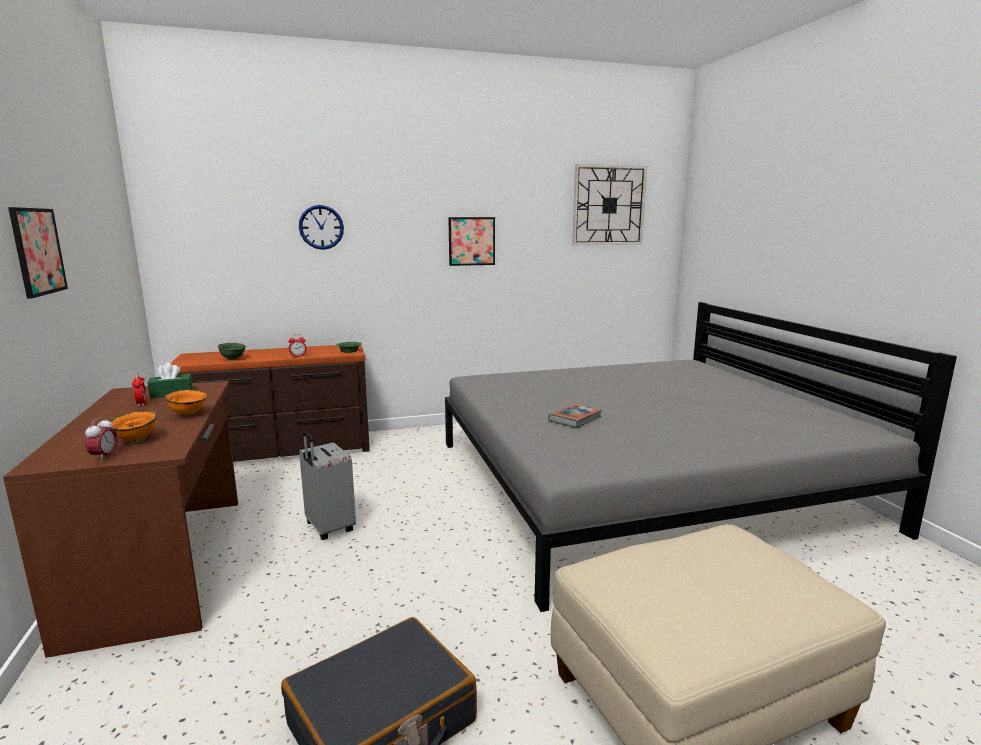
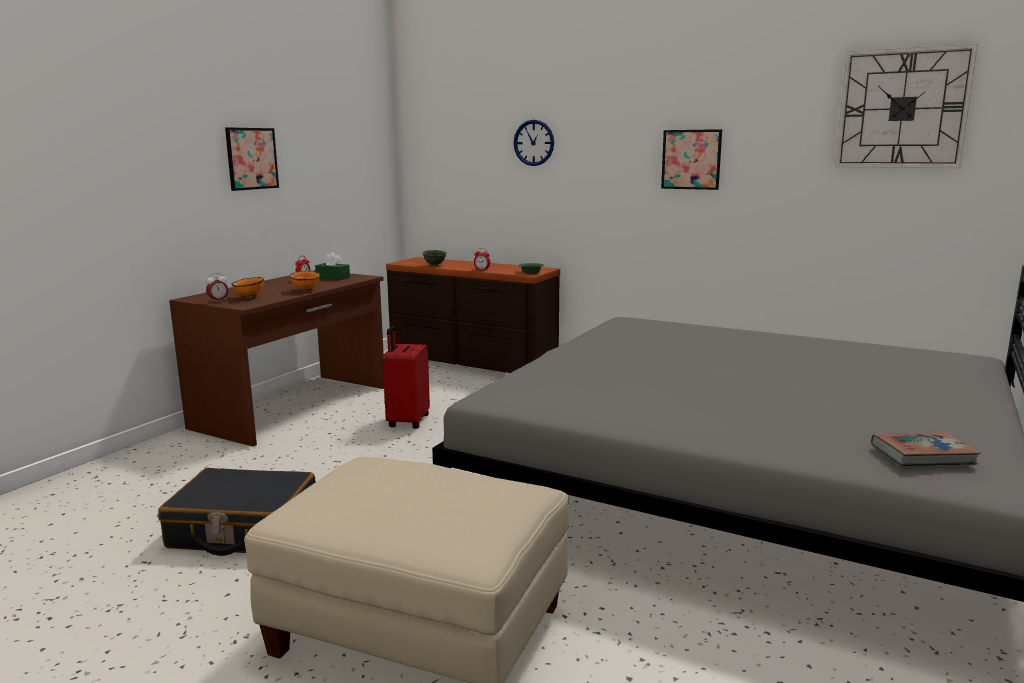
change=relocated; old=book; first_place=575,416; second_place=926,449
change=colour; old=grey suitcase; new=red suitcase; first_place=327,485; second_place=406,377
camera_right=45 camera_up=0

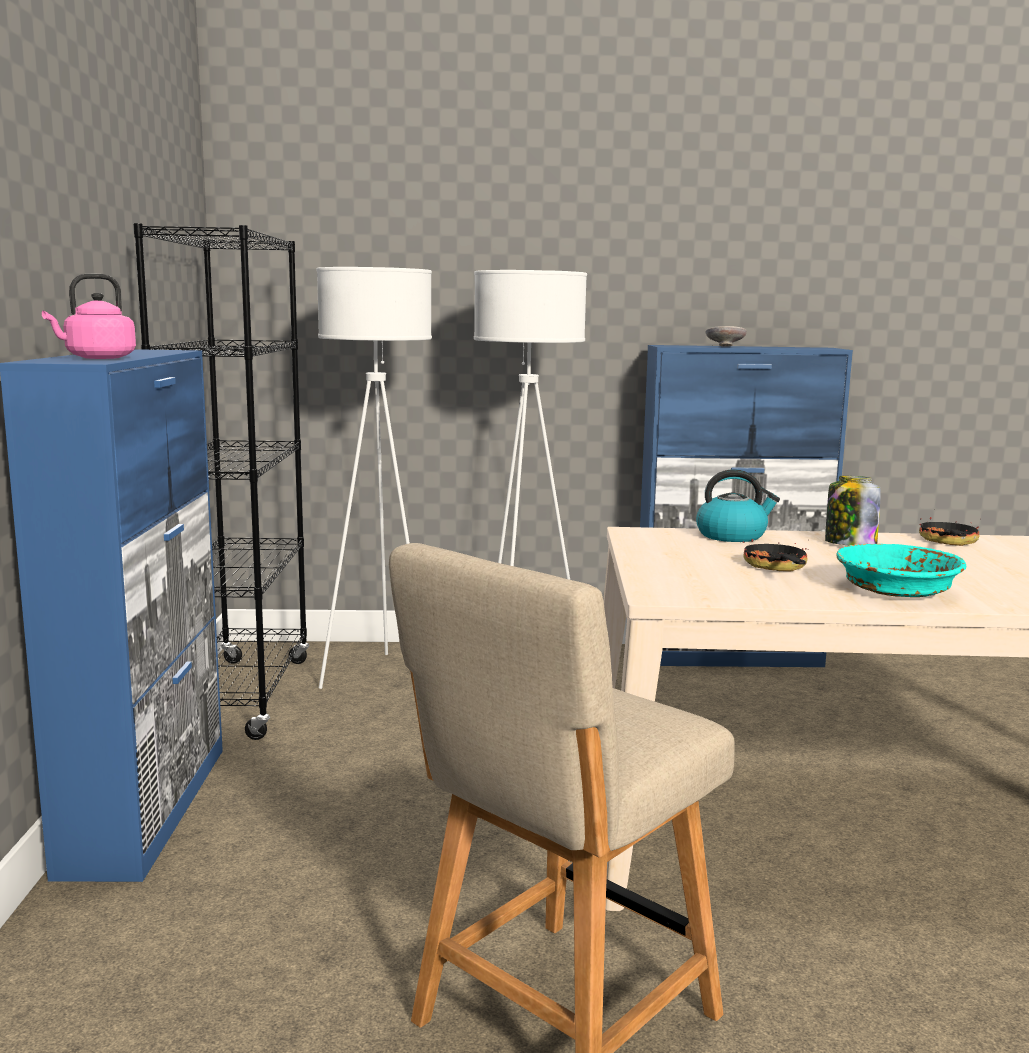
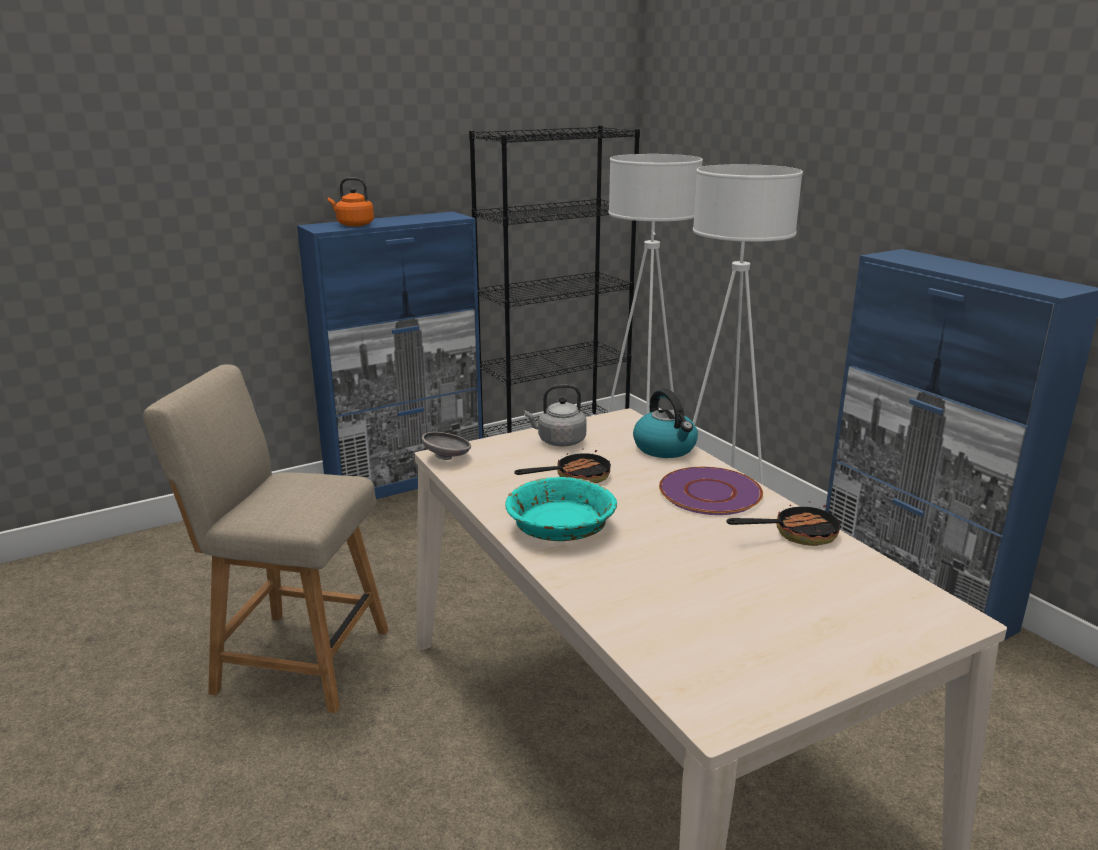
change=appeared; new=grey kettle; second_place=555,415
change=relocated; old=grey bowl; first_place=726,336; second_place=446,446
change=exchanged; old=jar; new=purple plate; first_place=853,510; second_place=711,491
change=colour; old=pink kettle; new=orange kettle; first_place=89,316; second_place=351,202
camera_right=60 camera_up=10

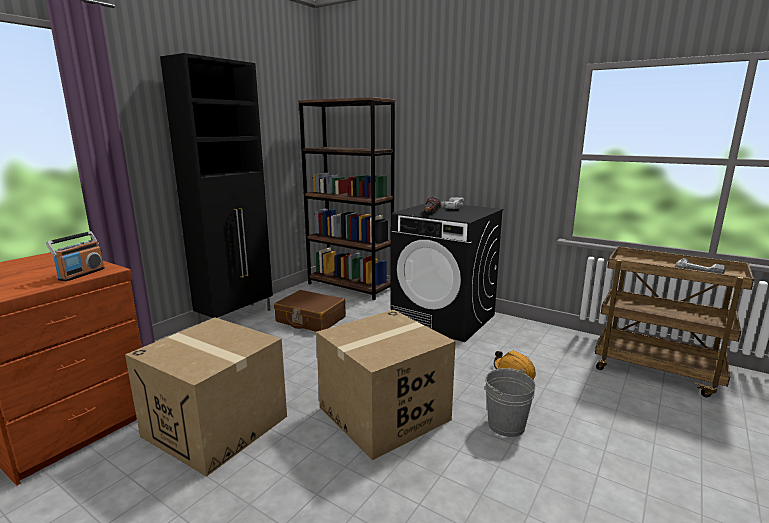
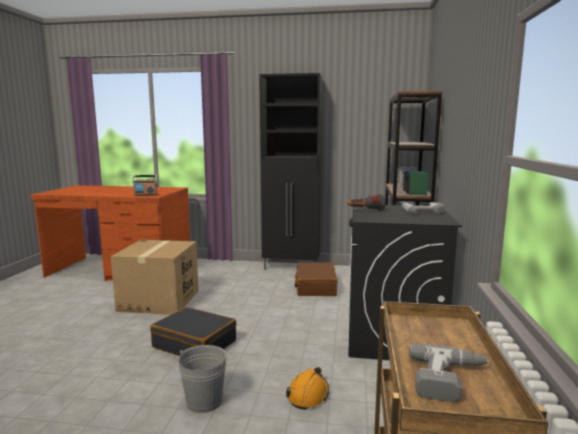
change=exchanged; old=cardboard box; new=black suitcase; first_place=386,385; second_place=193,331
camera_right=65 camera_up=-5

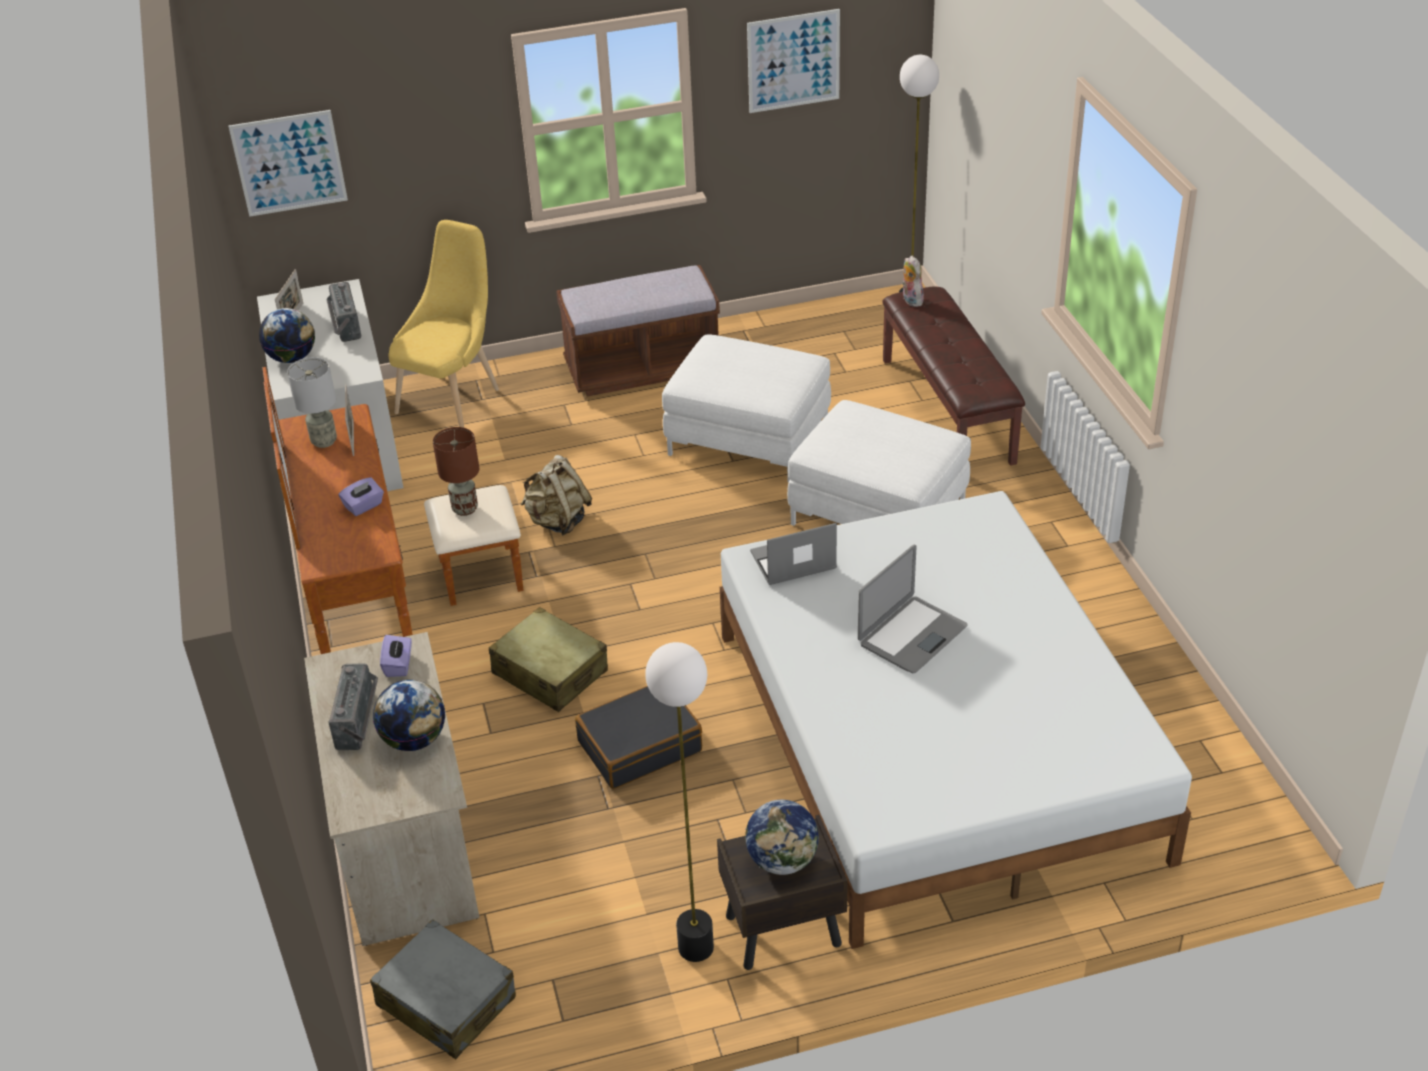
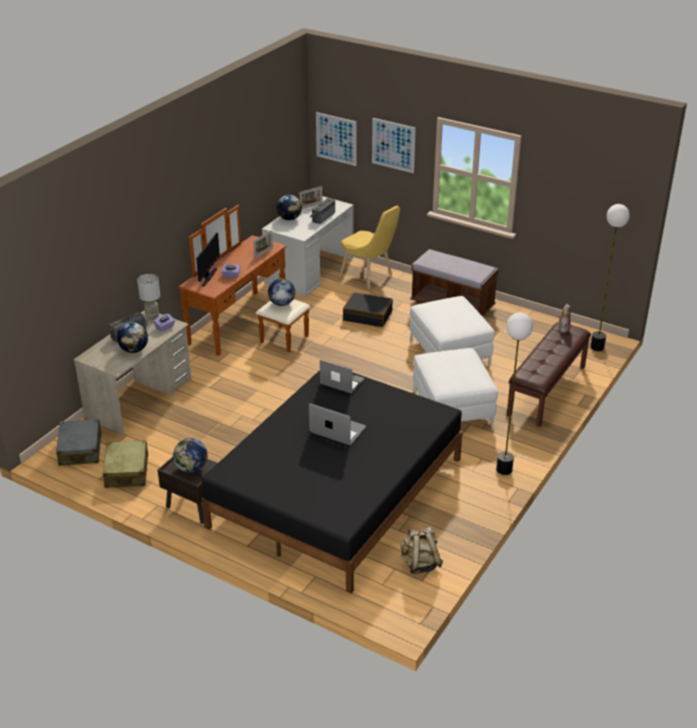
change=appeared; new=monitor; second_place=208,259
change=relocated; old=grey table lamp; first_place=312,402; second_place=148,297
change=relocated; old=beige suitcase; first_place=548,659; second_place=125,464
change=relocated; old=beige backpack; first_place=556,495; second_place=421,550
change=relocated; old=black suitcase; first_place=638,737; second_place=368,309
change=relocated; old=floor lamp; first_place=679,802; second_place=514,393
change=relocated; old=picture; first_place=793,61; second_place=394,145
change=exchanged; old=brown table lamp; new=globe; first_place=456,471; second_place=281,292
change=colour; old=white bed; new=black bed; first_place=956,720; second_place=332,482
change=spun; old=yellow chair; first_place=443,324; second_place=369,247; degrees=60
change=spun; old=laptop; first_place=913,609; second_place=337,424; degrees=-150
camera_right=45 camera_up=-5

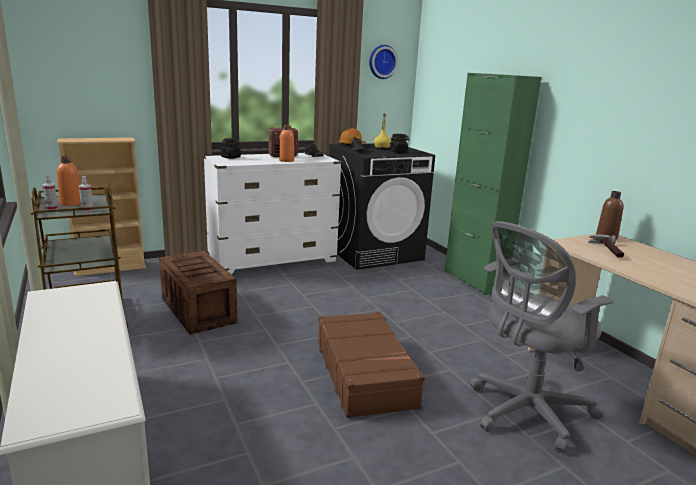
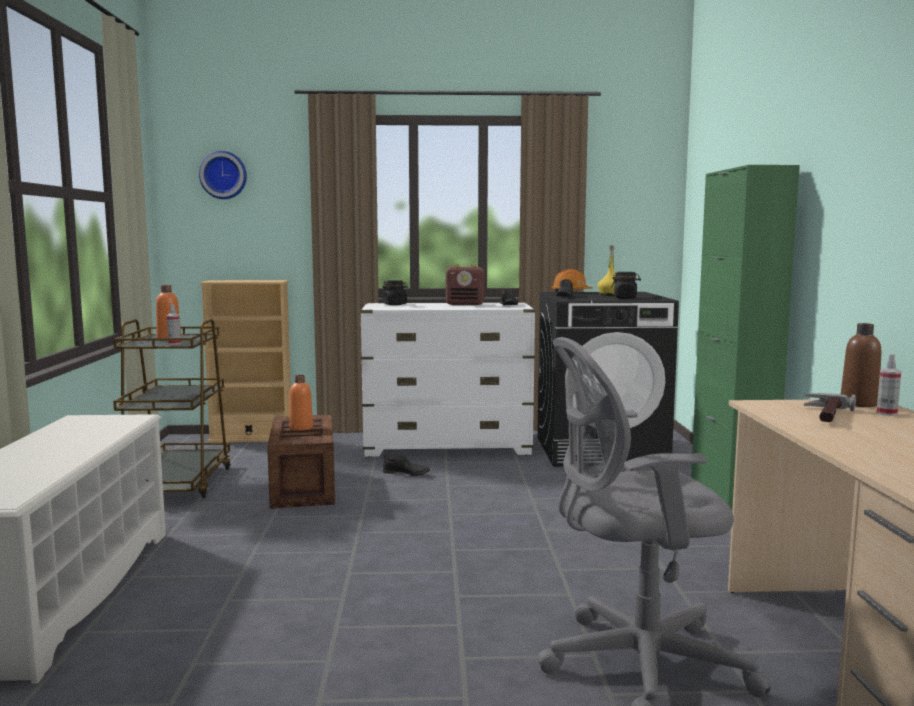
change=missing; old=brown suitcase; first_place=371,365
change=appeared; new=black shoe; second_place=406,465
change=relocated; old=spray bottle; first_place=50,192; second_place=888,385
change=relocated; old=orange bottle; first_place=286,143; second_place=301,403
change=relocated; old=wall clock; first_place=383,62; second_place=223,175
camera_right=25 camera_up=-10

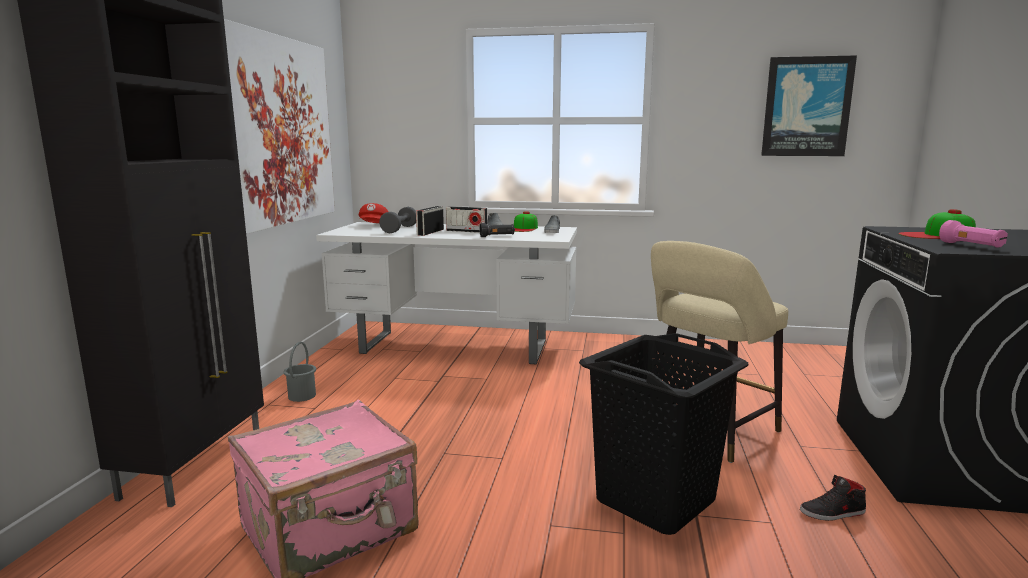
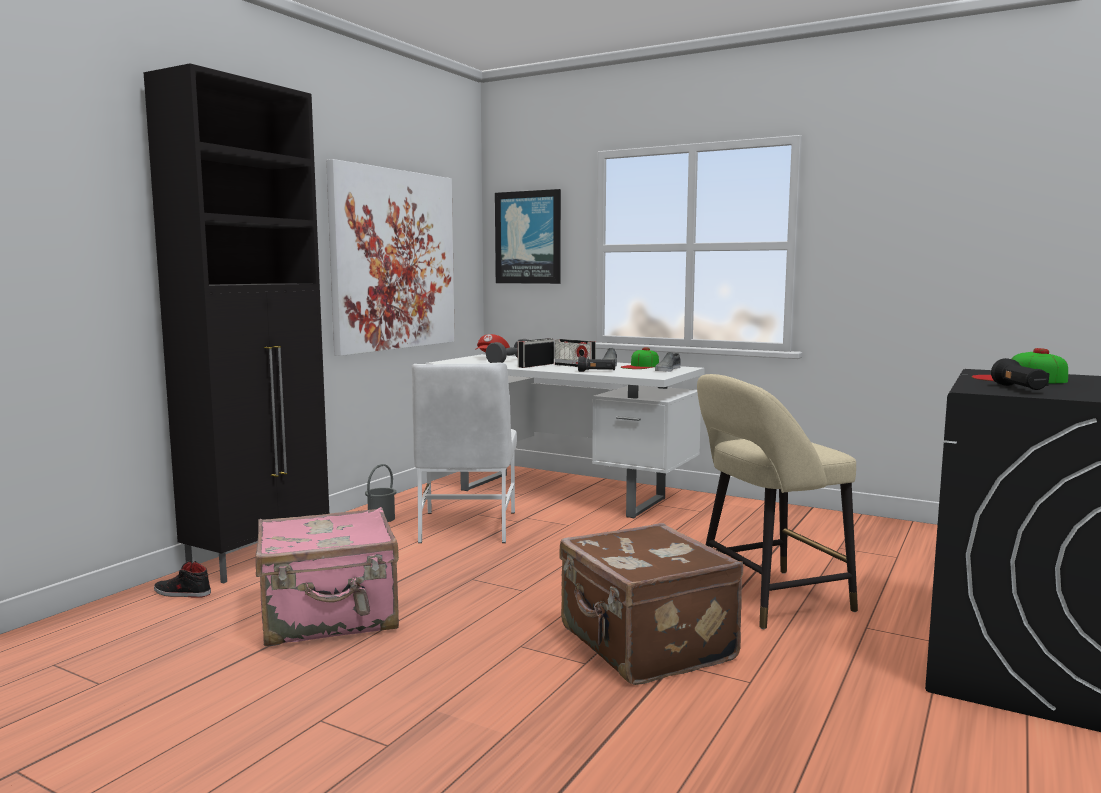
change=appeared; new=white chair; second_place=464,453
change=relocated; old=picture; first_place=809,105; second_place=528,236
change=relocated; old=black shoe; first_place=833,498; second_place=182,579
change=exchanged; old=black laundry basket; new=brown suitcase; first_place=663,434; second_place=651,604
change=colour; old=pink flashlight; new=black flashlight; first_place=973,234; second_place=1020,374
camera_right=20 camera_up=-5

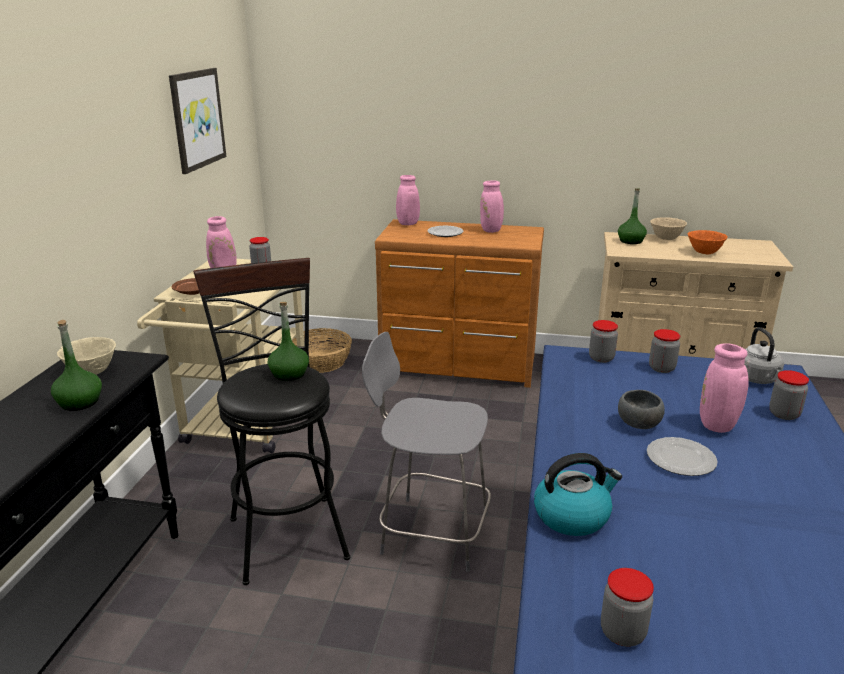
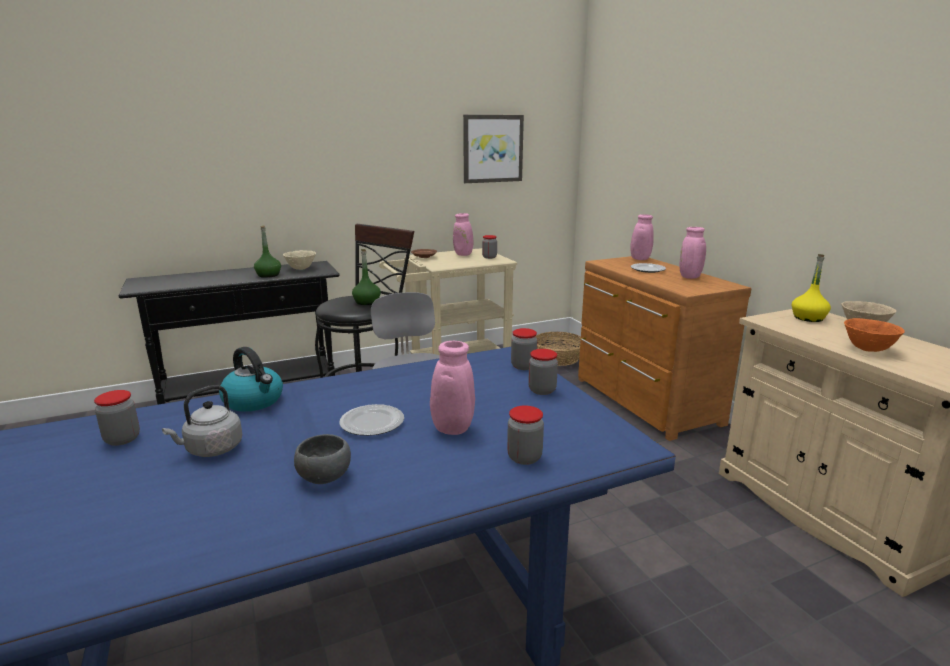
change=relocated; old=grey bowl; first_place=641,409; second_place=322,459
change=relocated; old=grey kettle; first_place=764,355; second_place=202,421
change=colour; old=green bottle; new=yellow bottle; first_place=632,216; second_place=811,288
camera_right=55 camera_up=-5

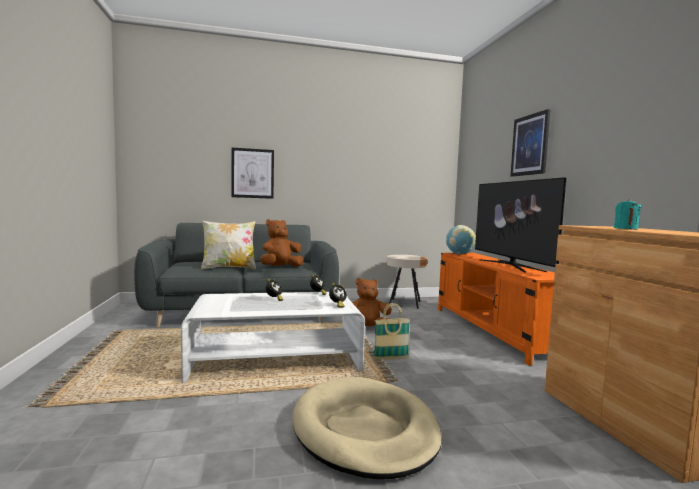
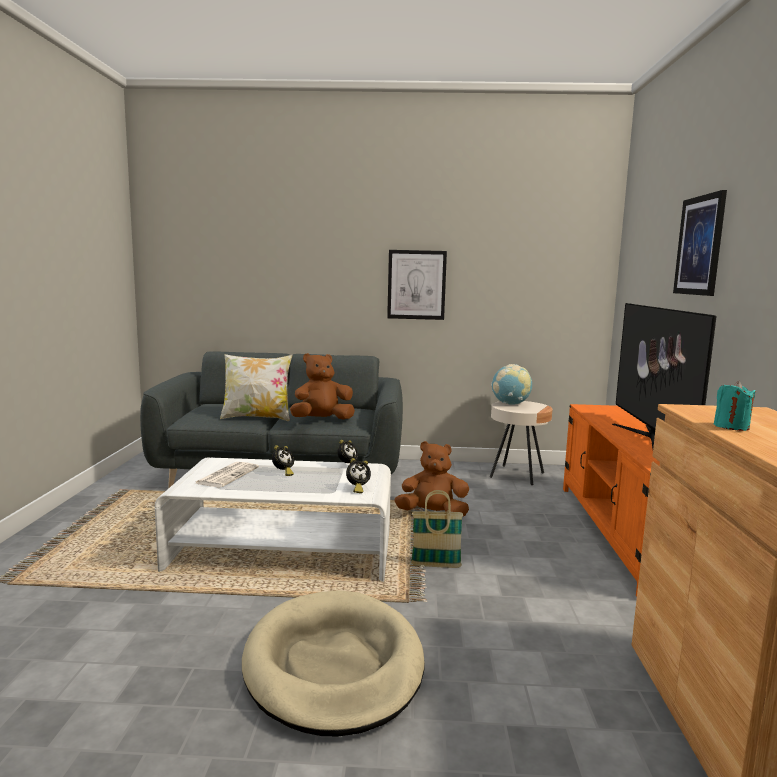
change=appeared; new=newspaper; second_place=226,474
change=relocated; old=picture; first_place=253,173; second_place=417,285
change=relocated; old=globe; first_place=461,239; second_place=511,384
camera_right=15 camera_up=5

